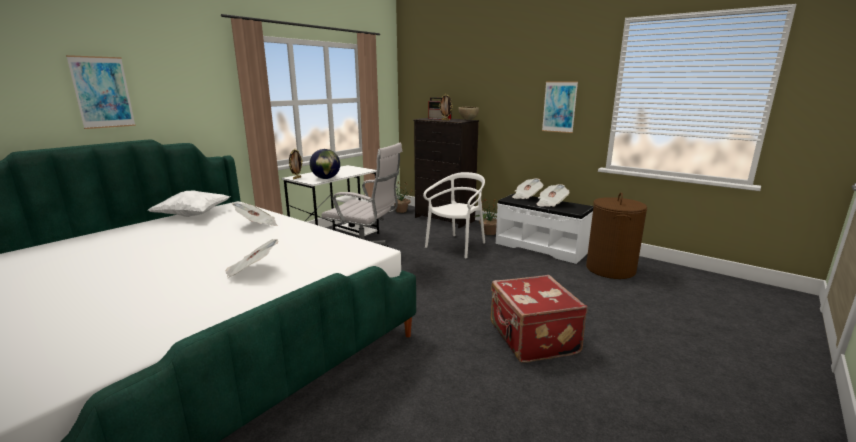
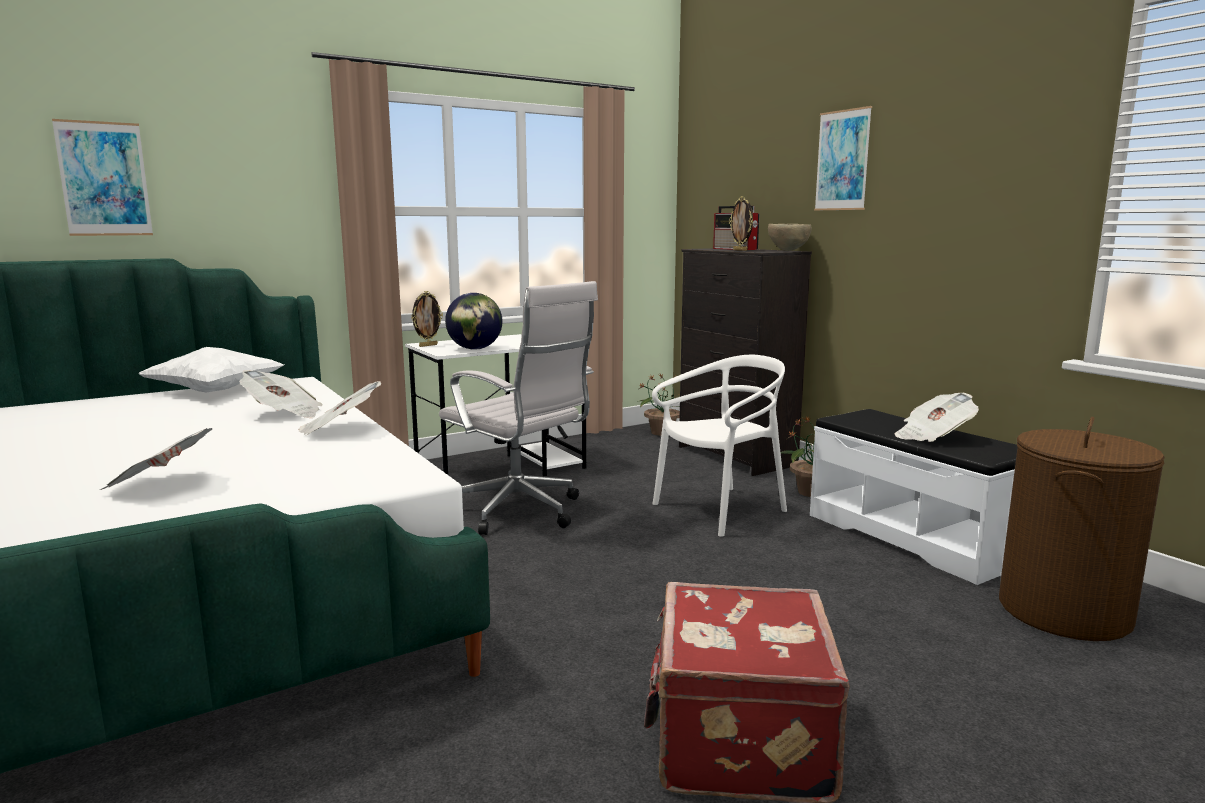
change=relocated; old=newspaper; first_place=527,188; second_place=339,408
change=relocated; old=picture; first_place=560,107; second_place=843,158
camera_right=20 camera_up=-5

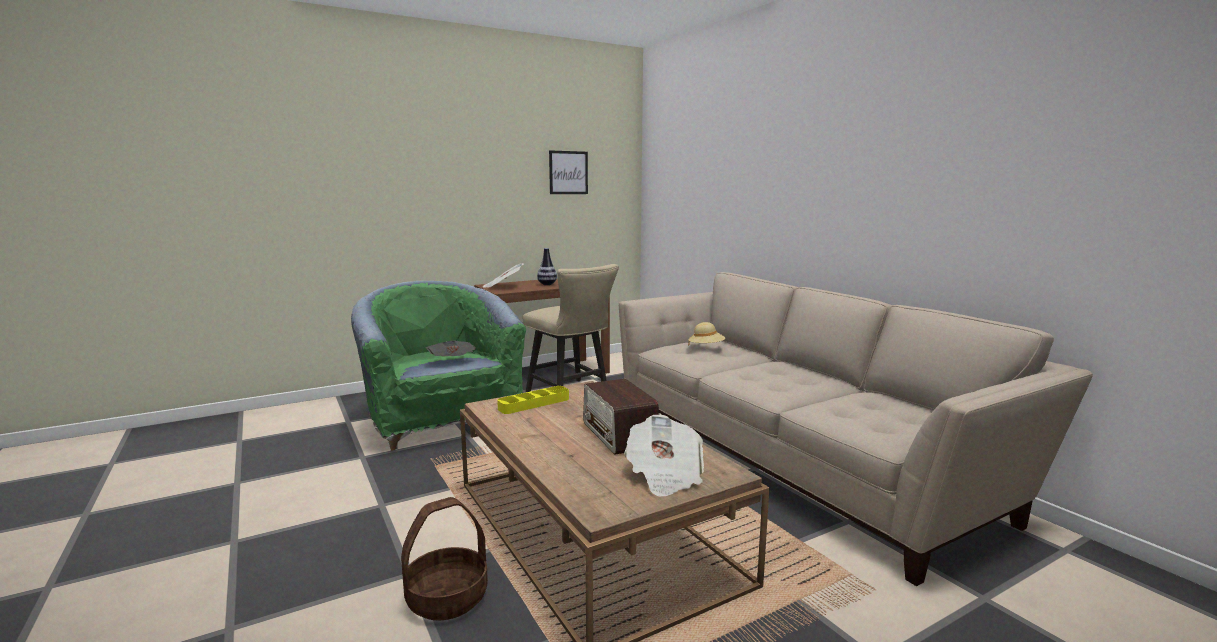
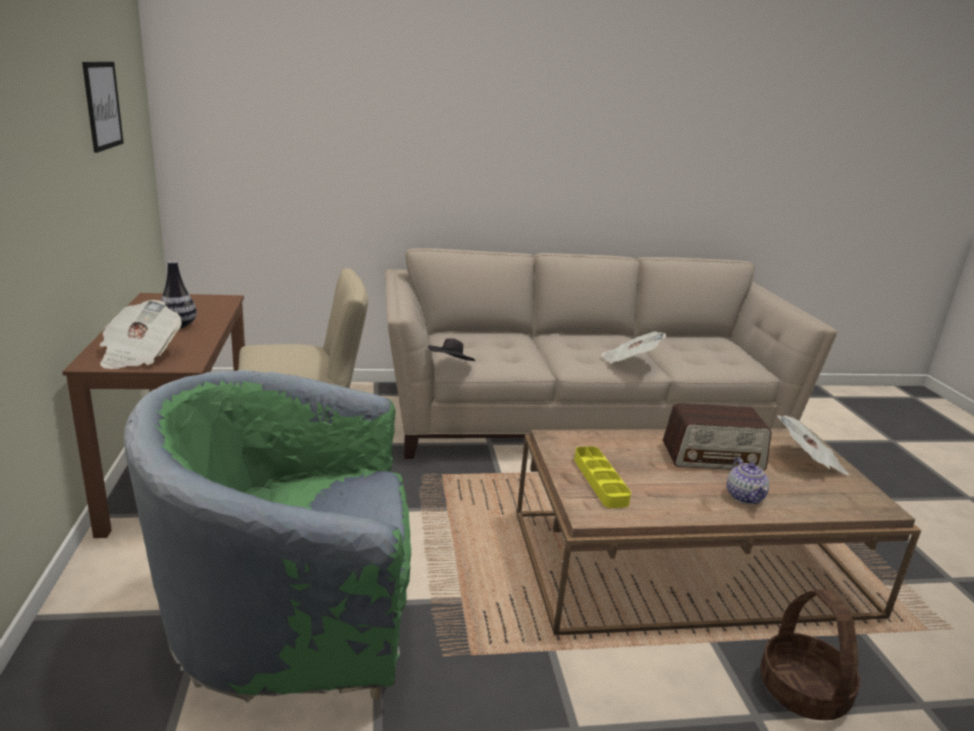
change=missing; old=beige hat; first_place=707,334
change=appeared; new=black hat; second_place=451,349
change=appeared; new=teapot; second_place=748,480
change=relocated; old=newspaper; first_place=450,348; second_place=633,347
camera_right=-70 camera_up=10

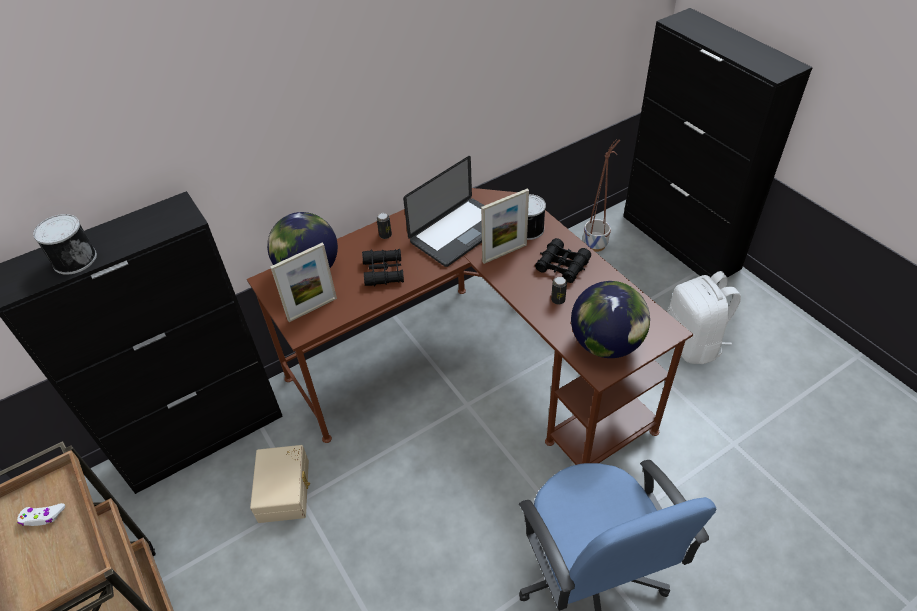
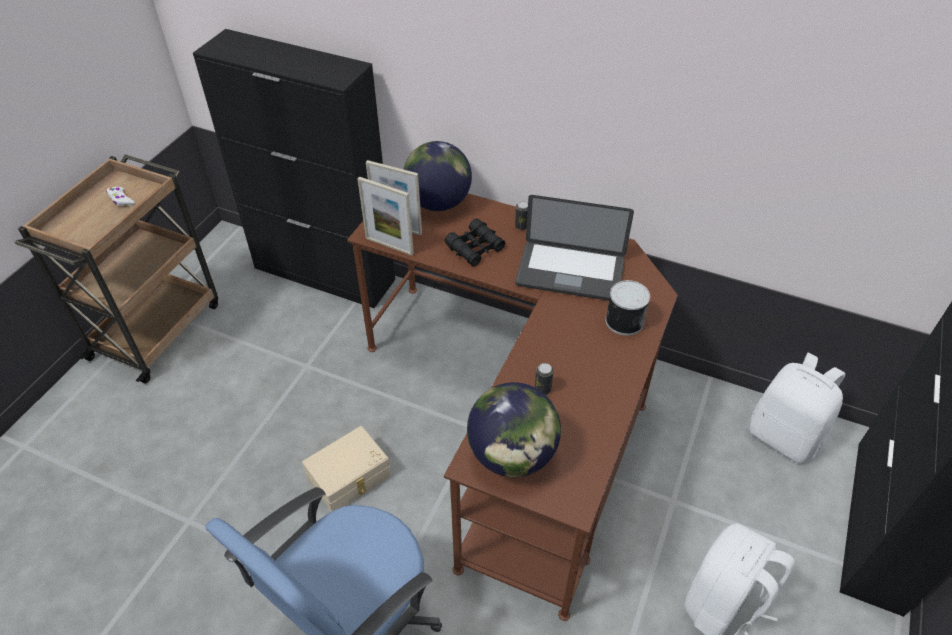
change=missing; old=can; first_place=65,244
change=missing; old=black binoculars; first_place=563,260
change=relocated; old=beige storage box; first_place=280,484; second_place=346,469
change=relocated; old=picture frame; first_place=505,226; second_place=385,216
change=exchanged; old=planter; new=white backpack; first_place=601,195; second_place=798,408
camera_right=55 camera_up=0

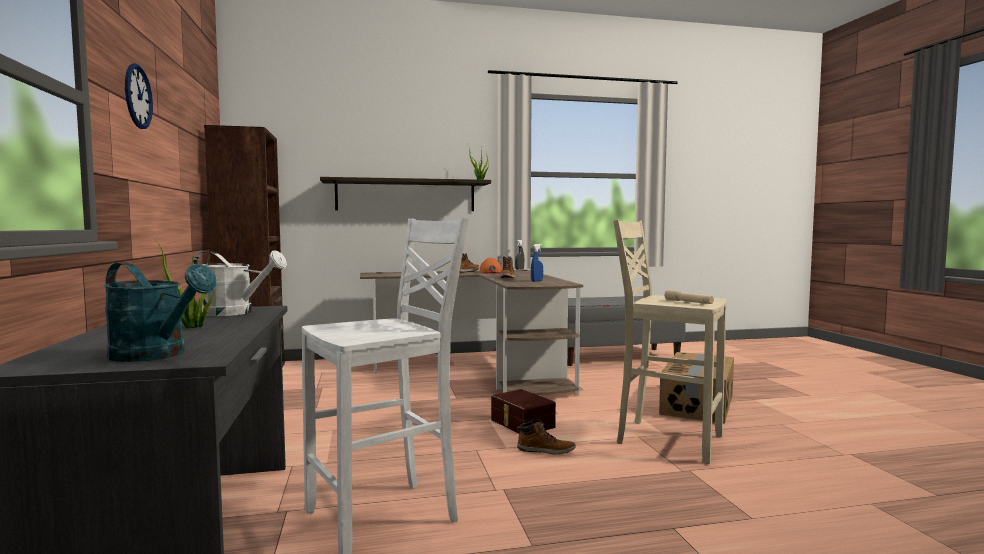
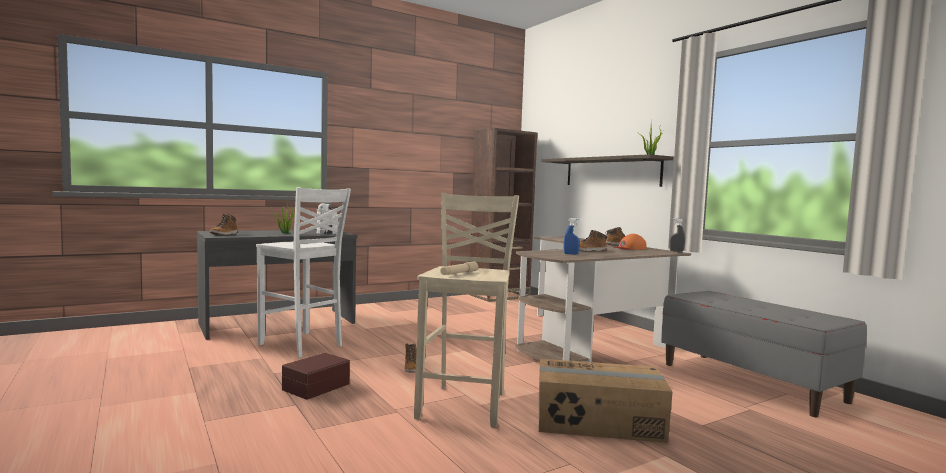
change=missing; old=wall clock; first_place=139,96
change=relocated; old=brown storage box; first_place=523,411; second_place=316,376
change=exchanged; old=turquoise watering can; new=boot; first_place=160,312; second_place=224,224
camera_right=70 camera_up=0

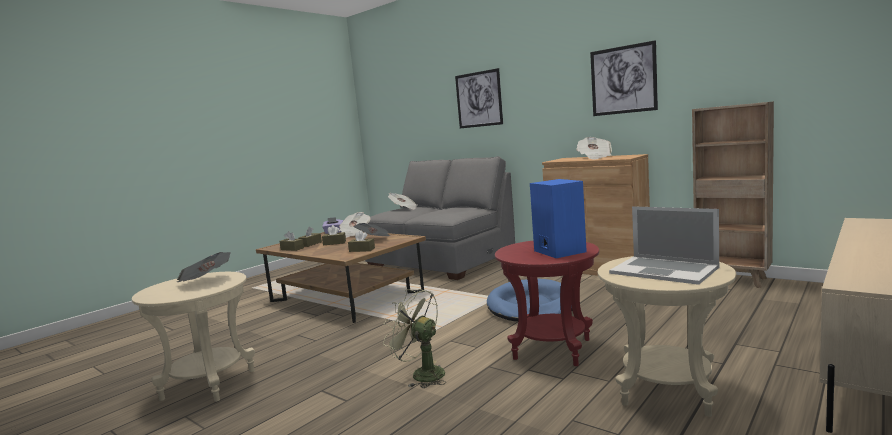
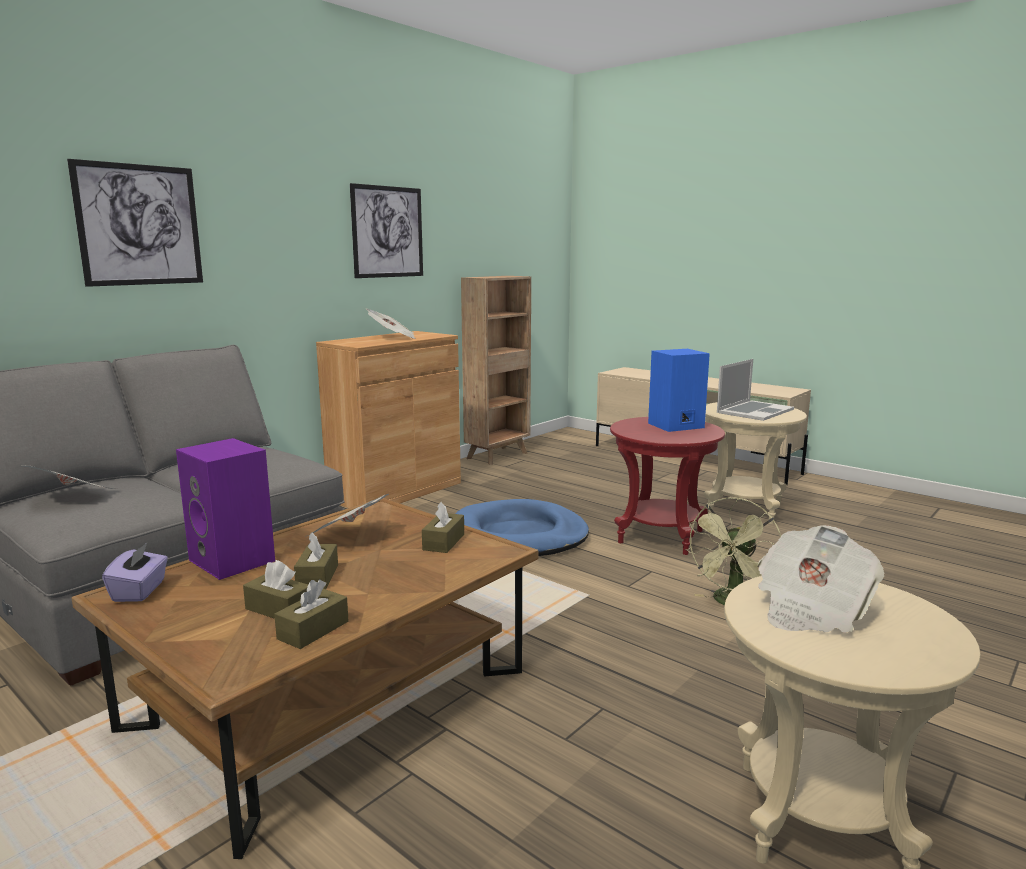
change=exchanged; old=newspaper; new=purple speaker; first_place=355,225; second_place=225,509
camera_right=-90 camera_up=5

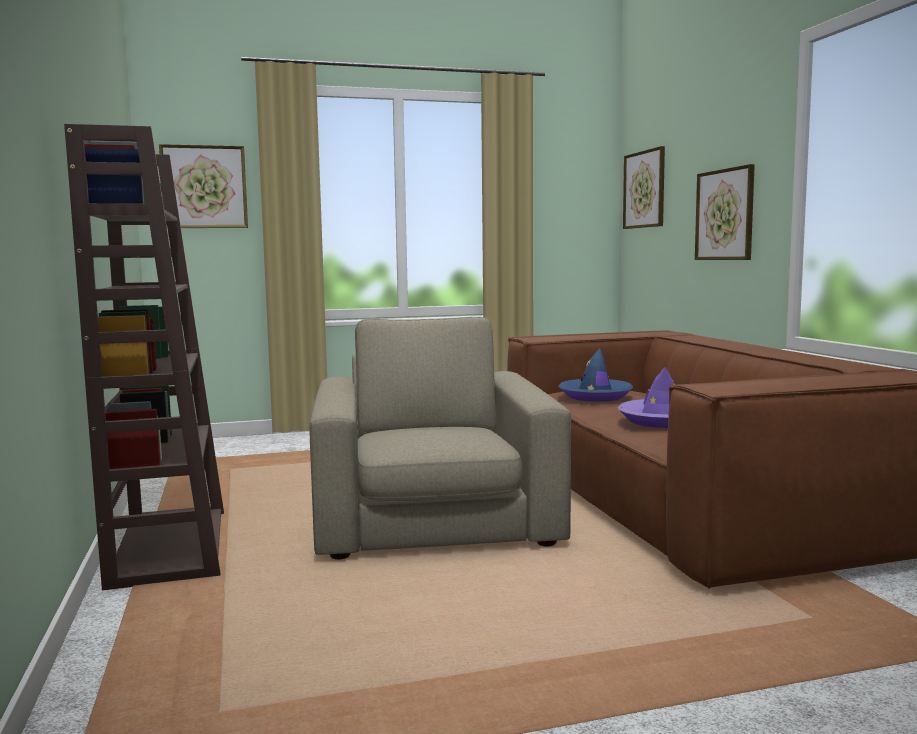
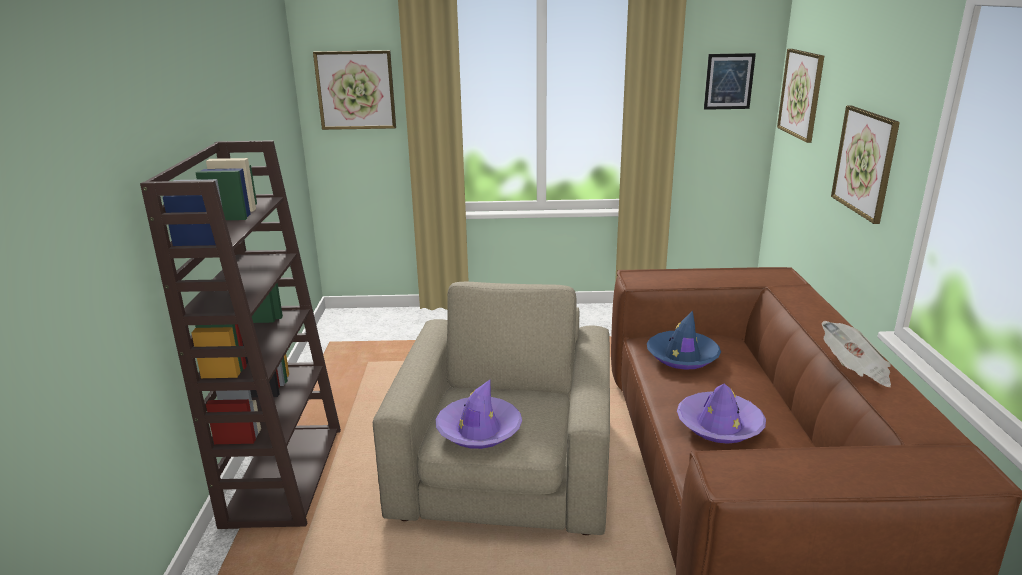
change=appeared; new=purple hat; second_place=479,414
change=appeared; new=picture; second_place=730,81
change=appeared; new=newspaper; second_place=856,354
camera_right=15 camera_up=15

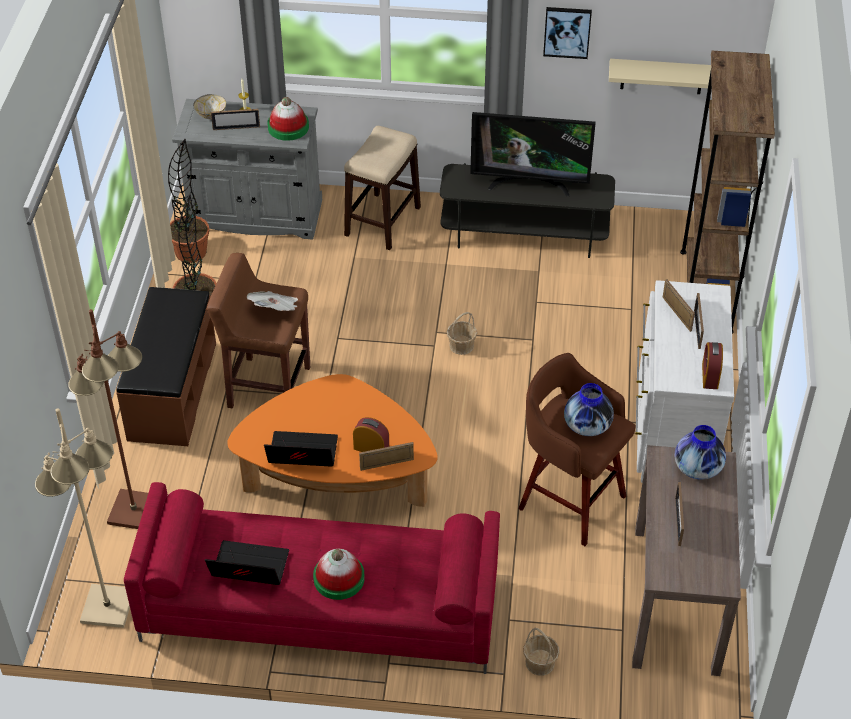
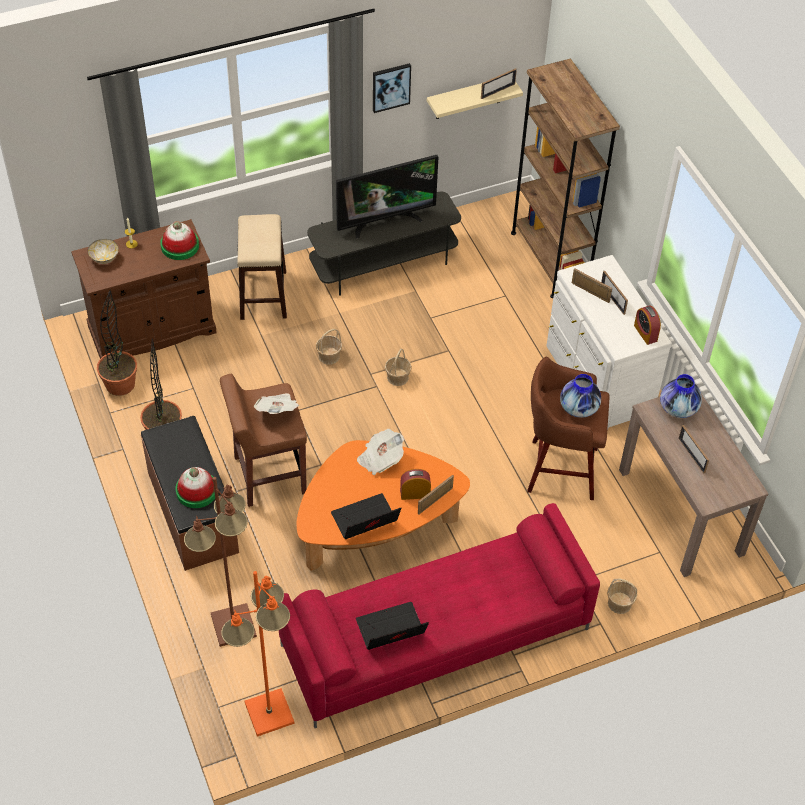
change=appeared; new=basket; second_place=329,347
change=appeared; new=newspaper; second_place=380,452
change=relocated; old=picture frame; first_place=235,119; second_place=499,83
change=relocated; old=hat; first_place=339,574; second_place=195,487
change=colour; old=beige floor lamp; new=orange floor lamp; first_place=82,518; second_place=258,654
change=colour; old=grey cabinet; new=brown cabinet; first_place=247,169; second_place=144,289
camera_right=-30 camera_up=5

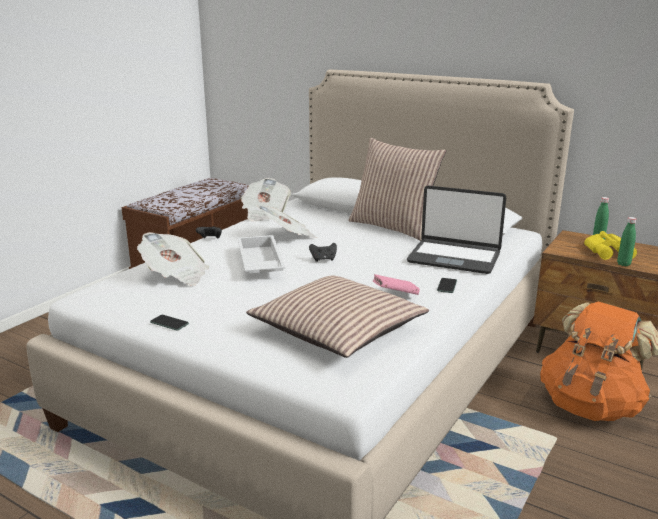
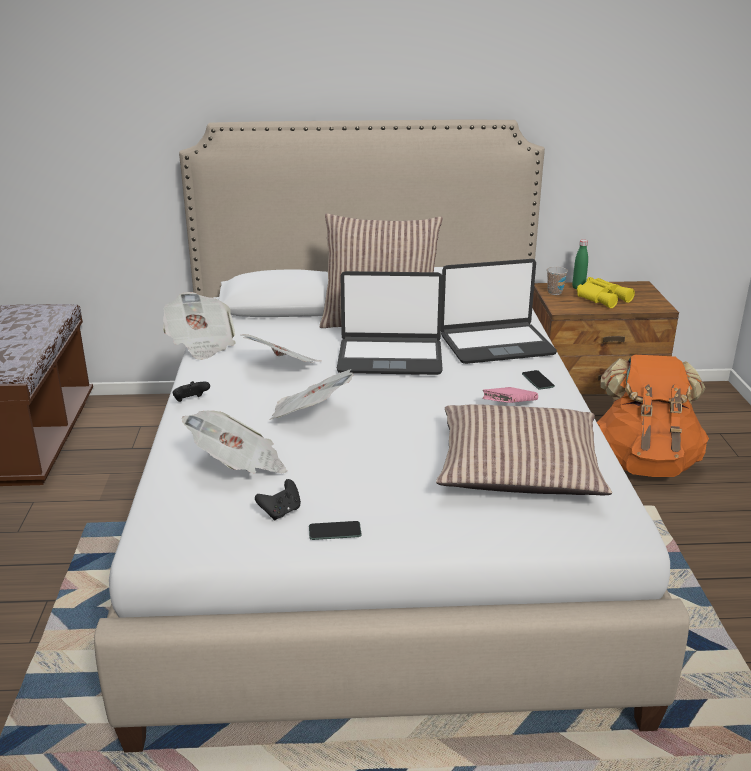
change=missing; old=green bottle; first_place=626,241
change=appeared; new=laptop; second_place=390,323
change=appeared; new=cup; second_place=557,281
change=relocated; old=black game controller; first_place=323,252; second_place=278,499
change=exchanged; old=white tray; new=newspaper; first_place=262,254; second_place=311,394
camera_right=-35 camera_up=5

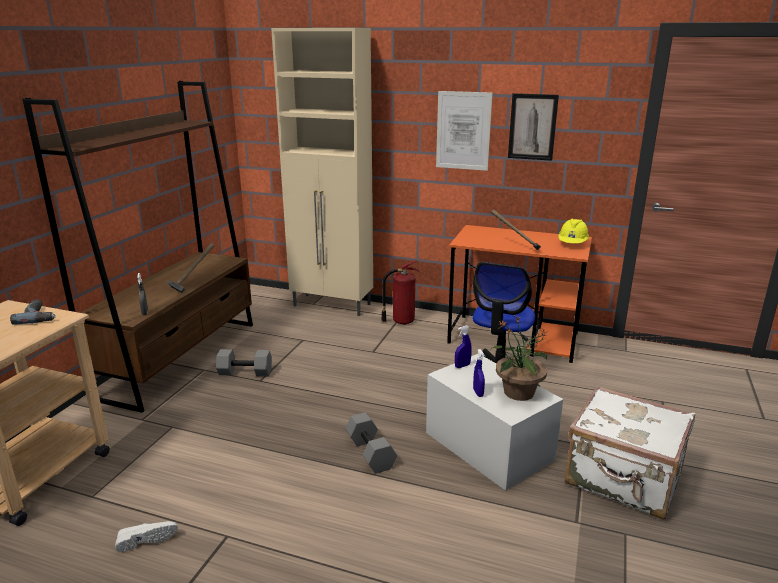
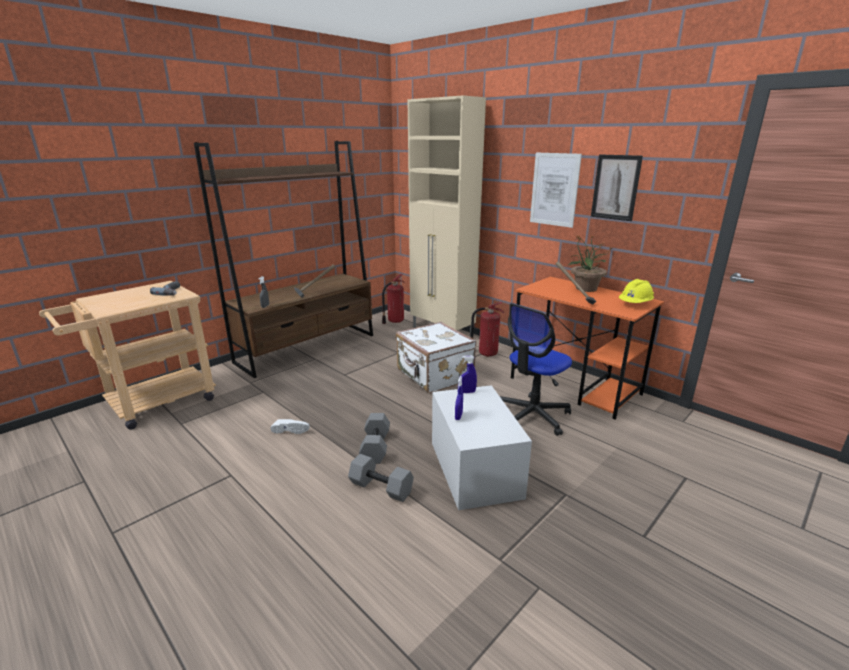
change=appeared; new=fire extinguisher; second_place=393,299
change=relocated; old=white shoe; first_place=146,536; second_place=290,426
change=relocated; old=grey dumbbell; first_place=244,362; second_place=381,478
change=relocated; old=potted plant; first_place=519,358; second_place=590,263
change=relocated; old=white suitcase; first_place=630,453; second_place=436,357
camera_right=25 camera_up=0

